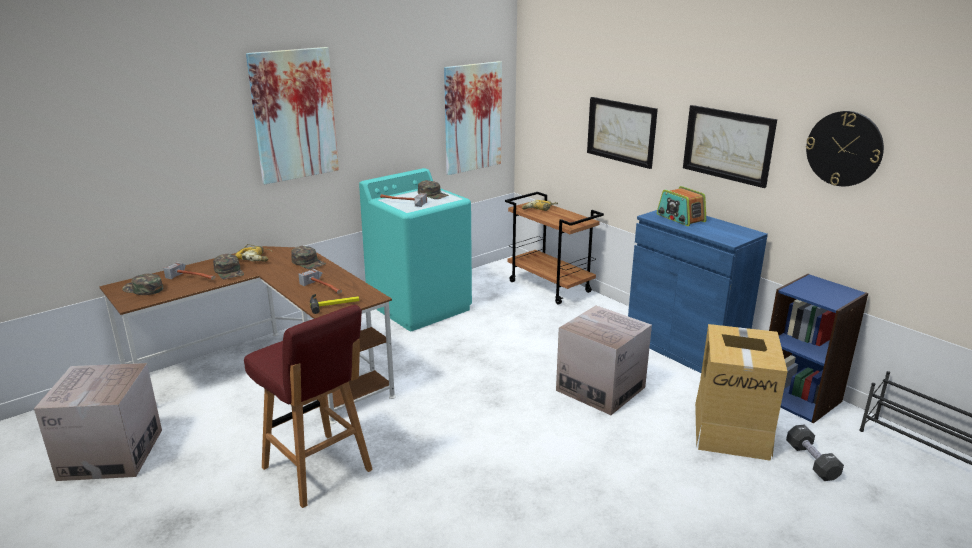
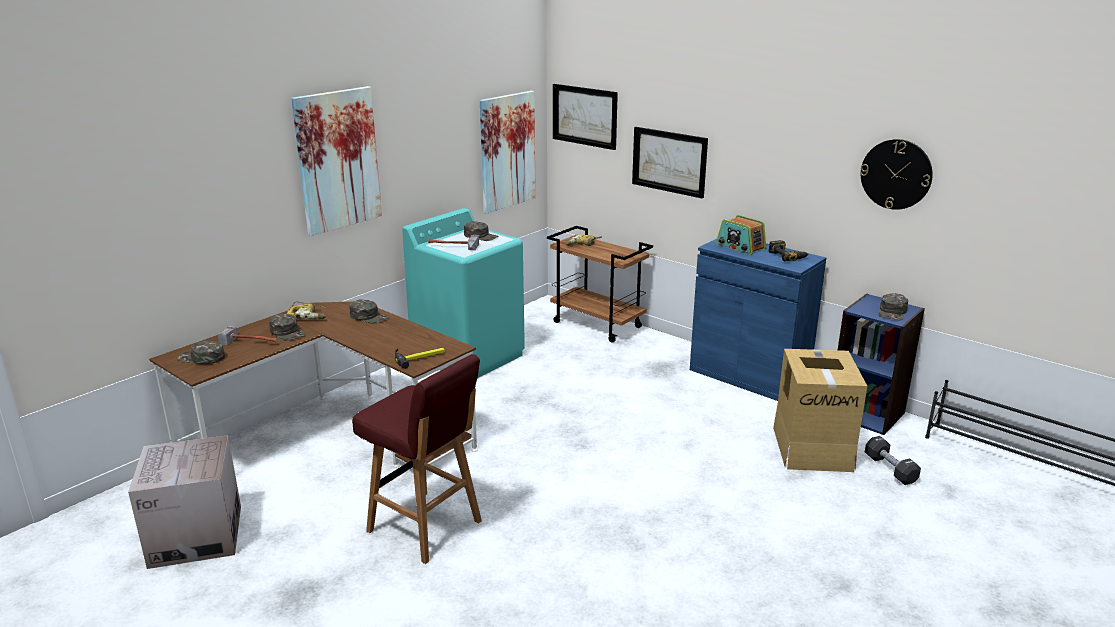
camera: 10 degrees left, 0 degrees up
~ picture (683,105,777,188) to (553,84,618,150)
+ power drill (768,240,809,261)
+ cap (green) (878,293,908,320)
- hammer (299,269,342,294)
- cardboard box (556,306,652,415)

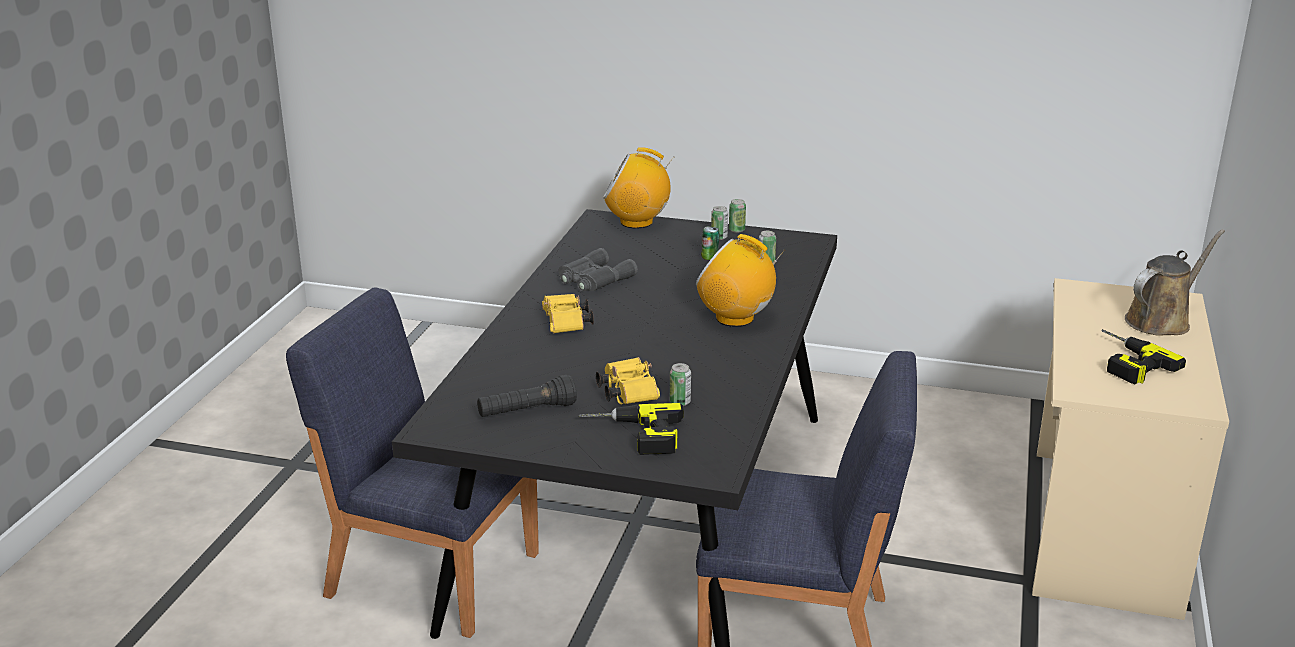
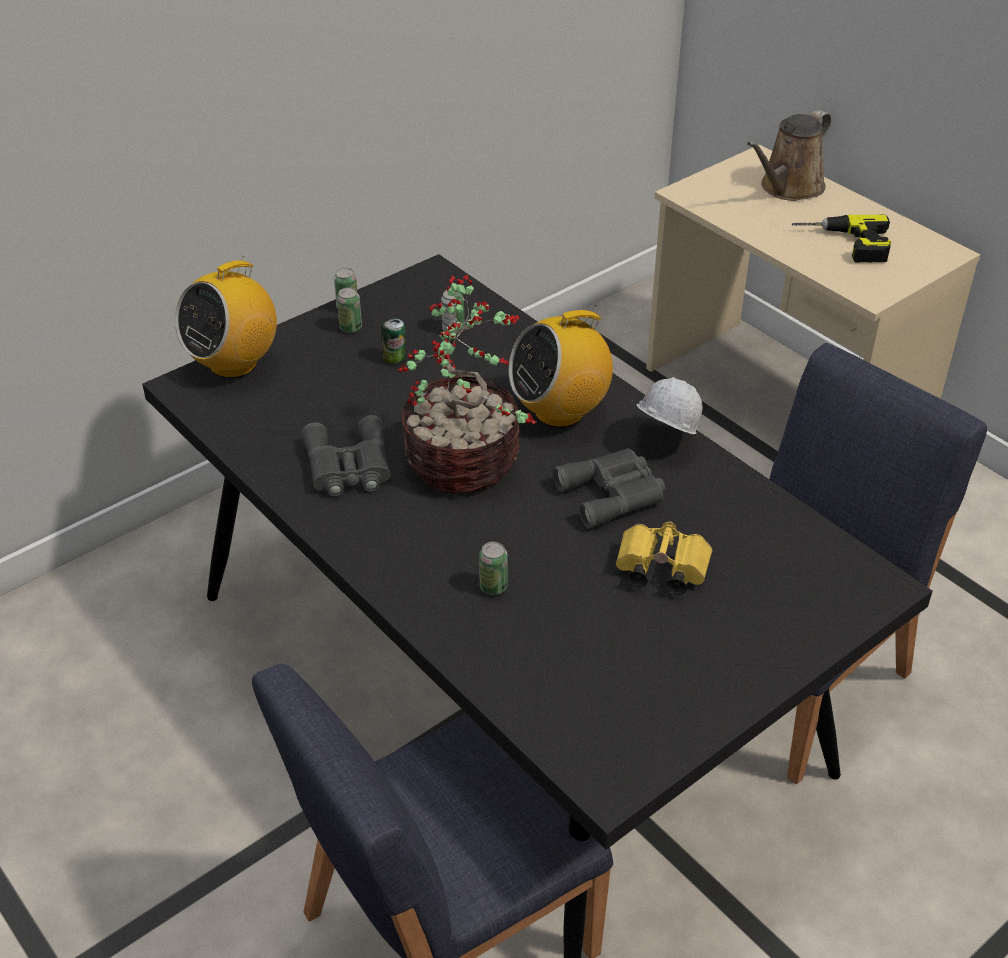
camera: 55 degrees left, 15 degrees up
+ potted plant (398,275,536,494)
~ can (670,363,691,406) to (479,542,508,595)
+ binoculars (grey) (552,448,665,529)
+ hard hat (white) (637,377,702,434)
~ watering can (brown) (1125,229,1225,336) = (747,110,831,201) 135 degrees counterclockwise
- flashlight (black) (477,375,577,417)
- binoculars (yellow) (542,294,594,334)
- power drill (578,403,684,455)

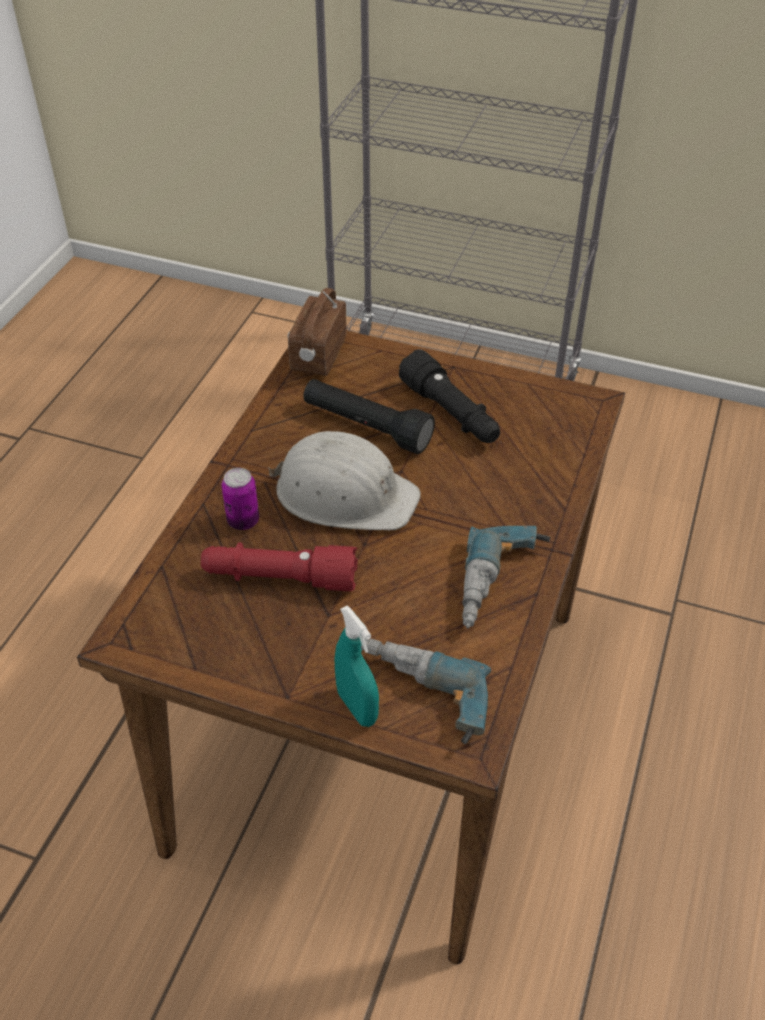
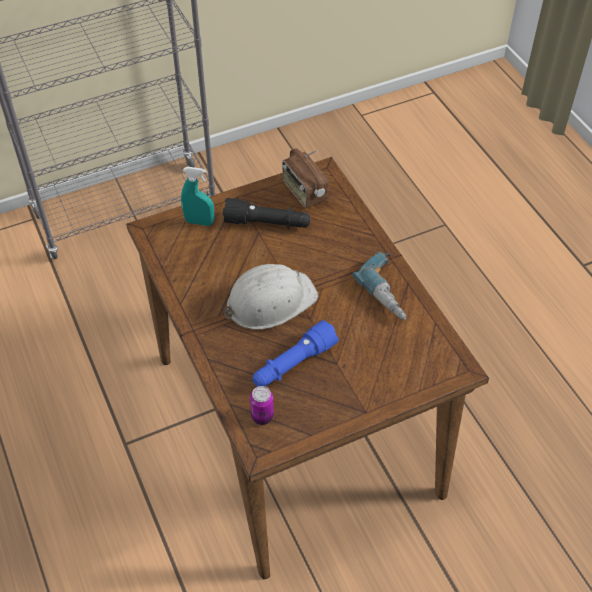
camera: 45 degrees left, 5 degrees up
~ spray bottle (turquoise) (335,605,379,727) to (181,167,214,226)
~ can (221,468,259,530) to (250,386,274,425)
~ flashlight (red) (201,542,358,591) to flashlight (blue) (252,320,339,387)
~ radio (288,288,347,376) to (282,148,328,208)
- flashlight (black) (303,379,435,454)
- power drill (361,638,491,744)

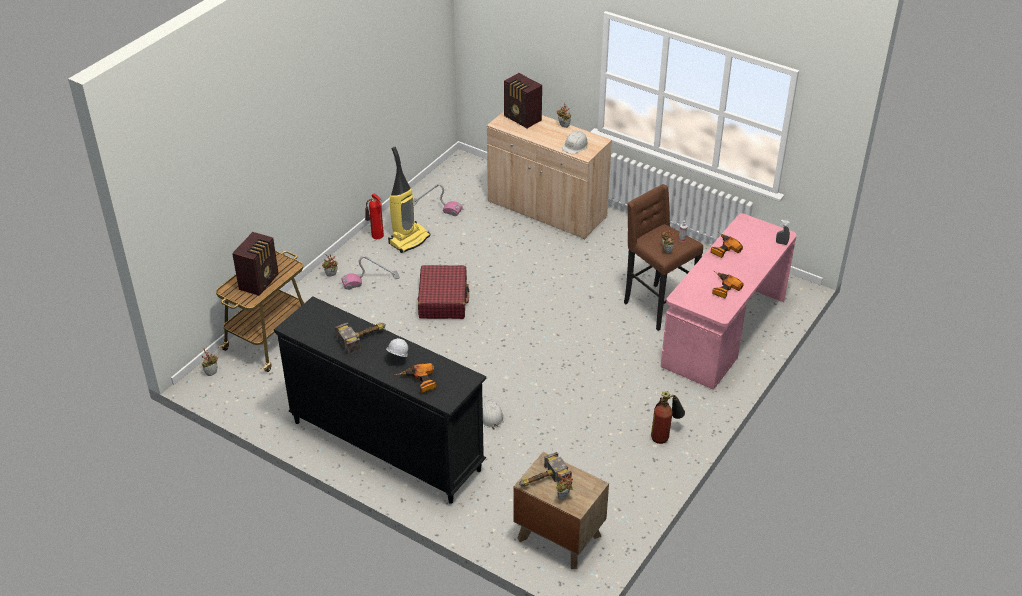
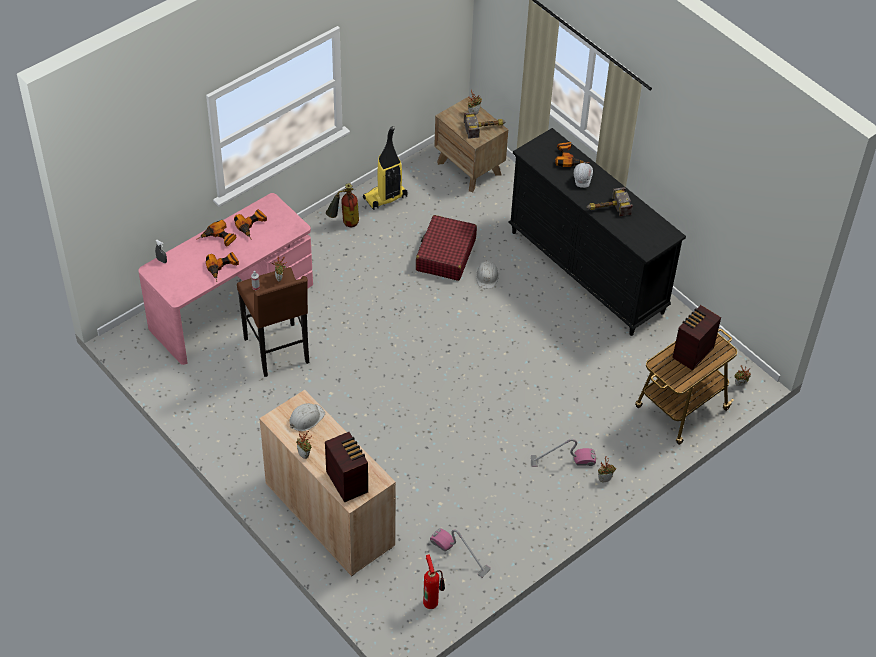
camera: 165 degrees left, 10 degrees up
+ power drill (196,220,236,247)
~ vacuum cleaner (388,147,430,253) to (363,126,407,210)
~ suitcase (red) (418,265,469,319) to (416,215,477,281)
~ fire extinguisher (365,194,384,239) to (423,554,445,609)

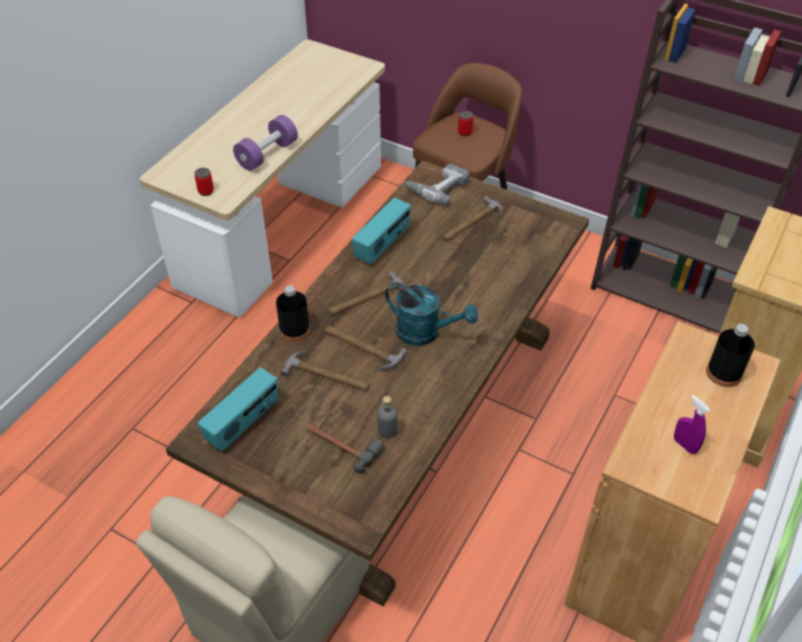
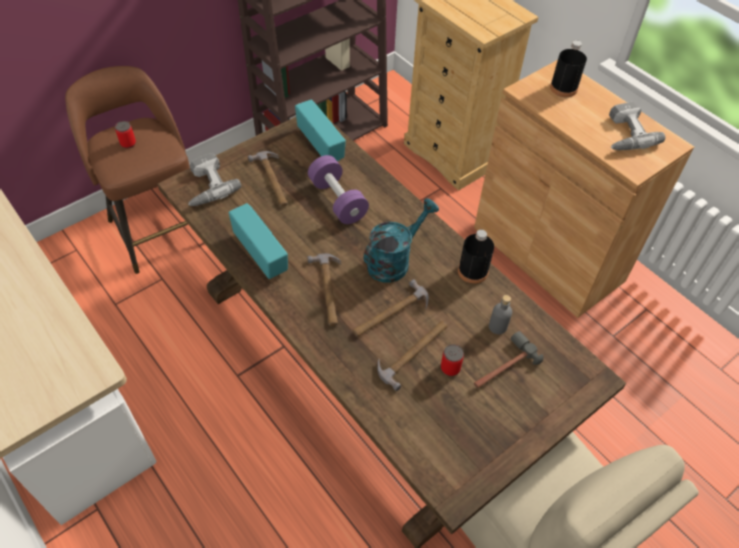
camera: 70 degrees left, 5 degrees up
~ radio (197,368,278,451) to (295,99,346,161)
~ dumbbell (purple) (233,115,298,171) to (308,155,369,224)
~ can (195,168,214,196) to (441,344,464,376)
~ bottle (black) (276,285,310,342) to (458,229,494,284)
~ spray bottle (purple) (674,395,710,454) to power drill (609,102,665,150)

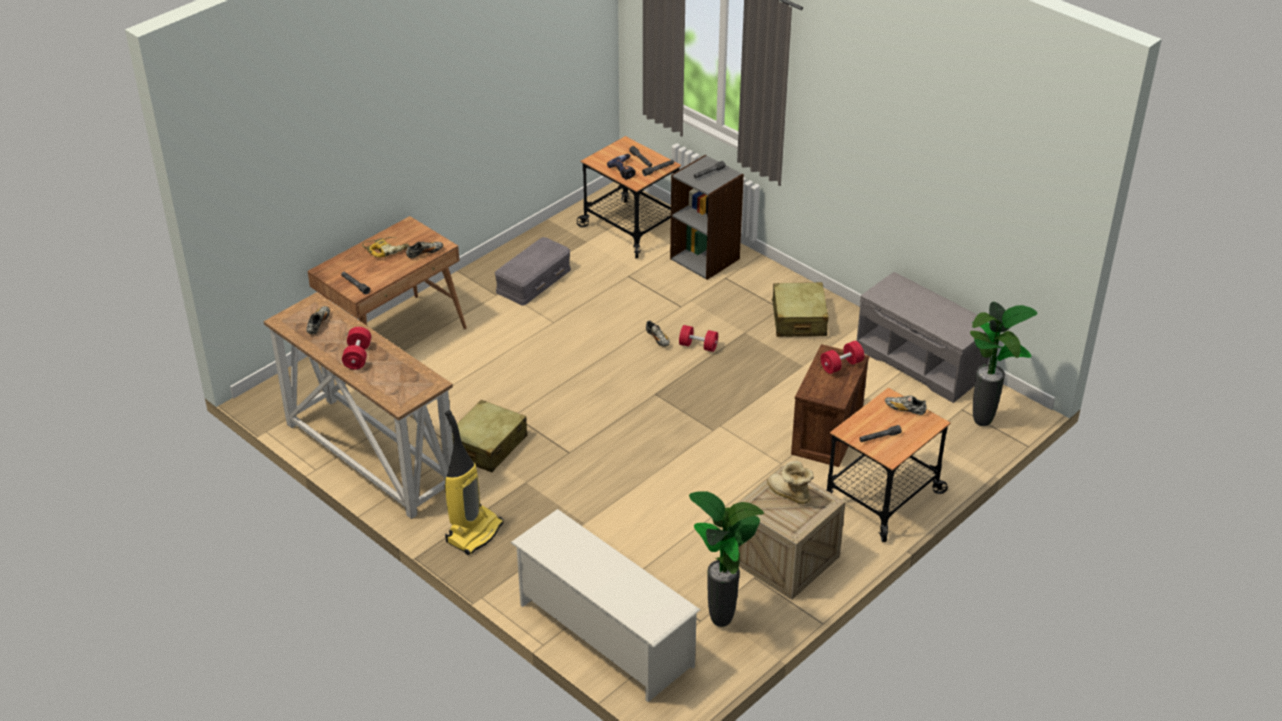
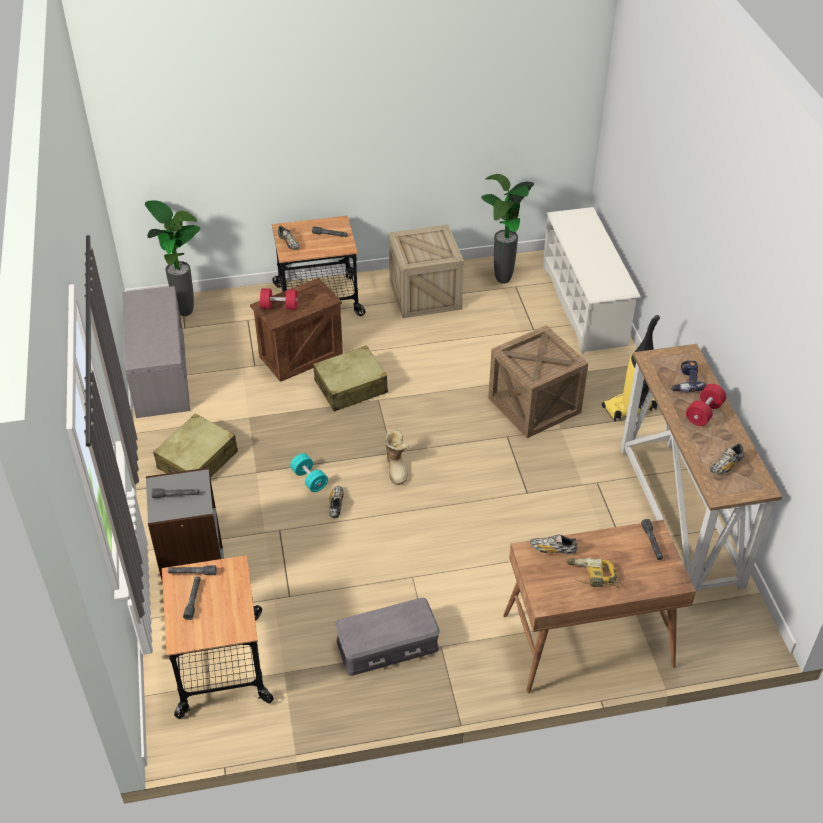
camera: 145 degrees left, 5 degrees up
~ dumbbell (red) (679,325,718,352) to dumbbell (turquoise) (290,453,328,492)
~ suitcase (beige) (452,400,527,472) to (313,345,388,412)
~ boot (767,461,814,504) to (385,429,409,485)
+ crate (488,325,588,438)
~ power drill (607,154,636,180) to (671,361,706,392)

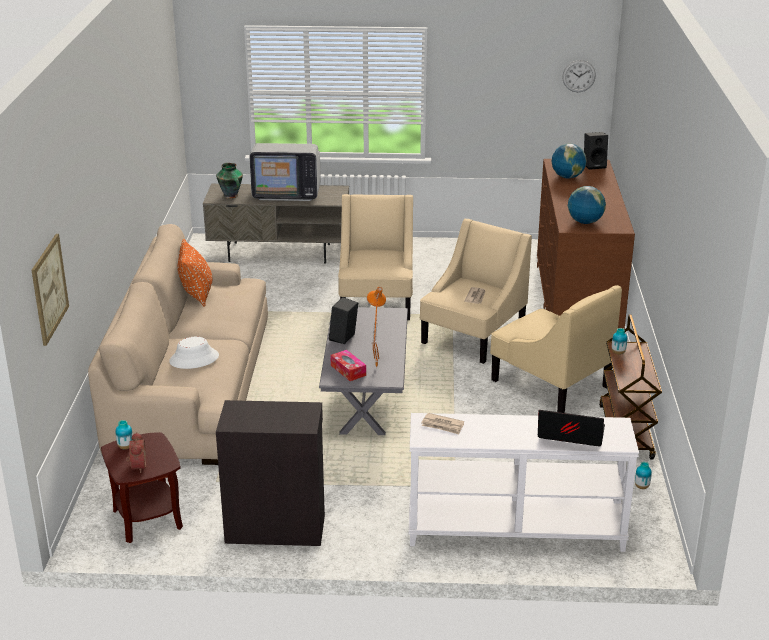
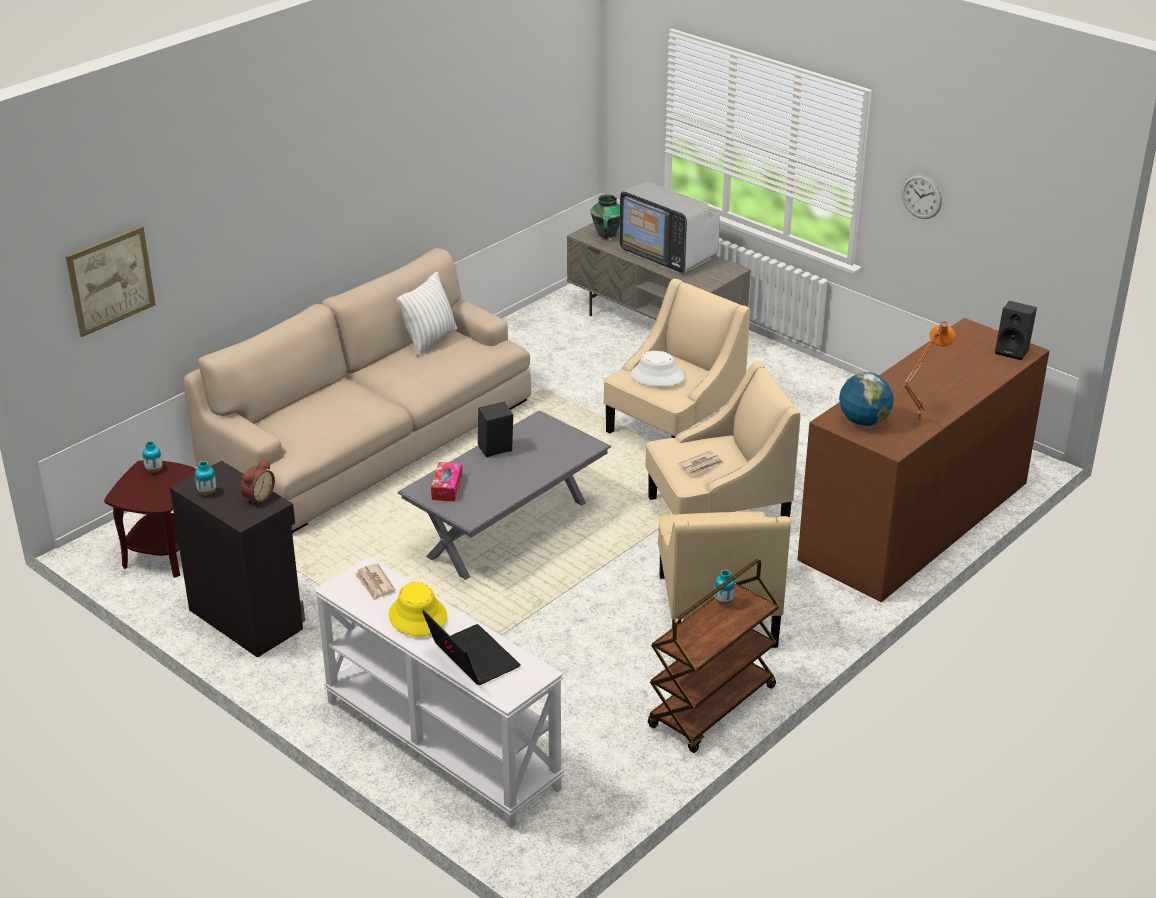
camera: 40 degrees right, 5 degrees up
~ vase (635,462,652,489) to (195,461,216,496)
~ alarm clock (126,432,146,473) to (240,460,275,505)
+ hat (yellow) (389,582,447,636)
~ pillow (orange) (177,239,212,307) to pillow (white) (397,272,457,357)
~ hat (white) (169,337,219,369) to (630,351,685,387)
~ wall clock (562,60,596,92) to (901,174,942,219)
~ table lamp (orange) (367,287,386,369) to (903,321,955,422)
- globe (551,143,587,178)

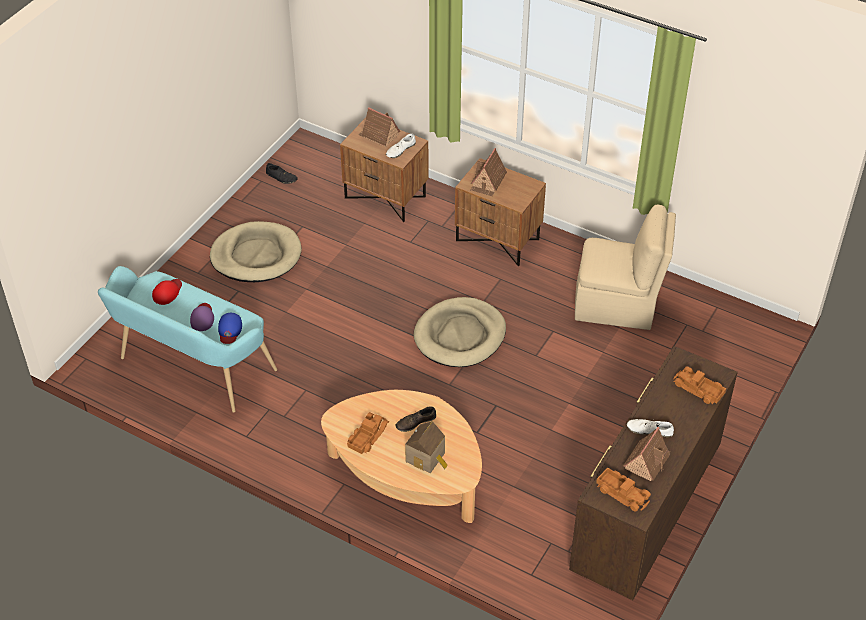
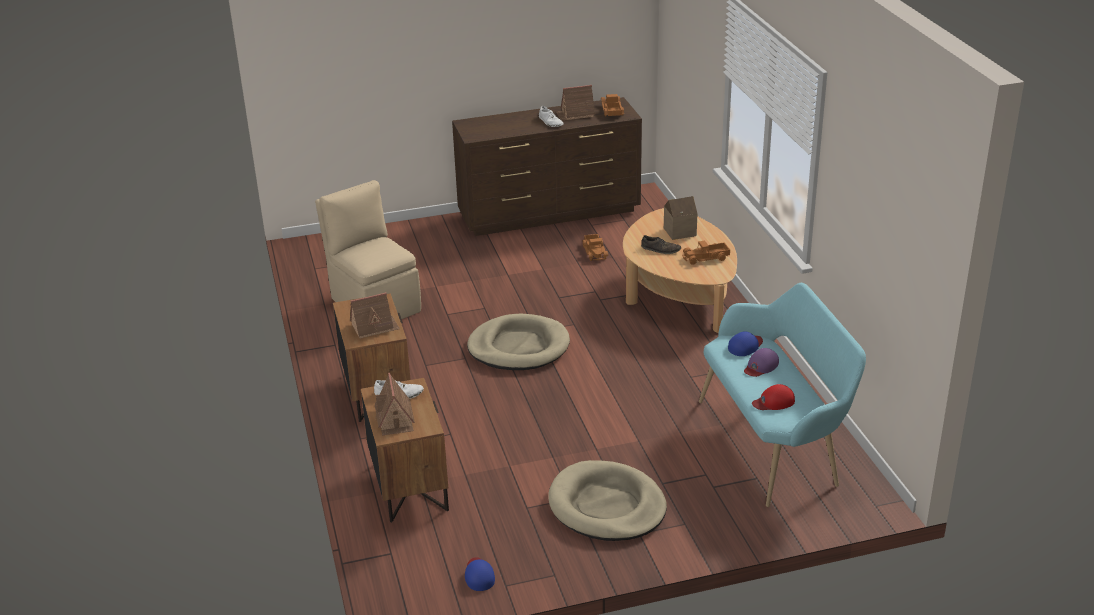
camera: 135 degrees left, 15 degrees down
~ shoe (black) (266,163,298,184) to cap (blue) (465,557,495,591)
~ toy truck (673,367,726,404) to (582,234,608,261)

